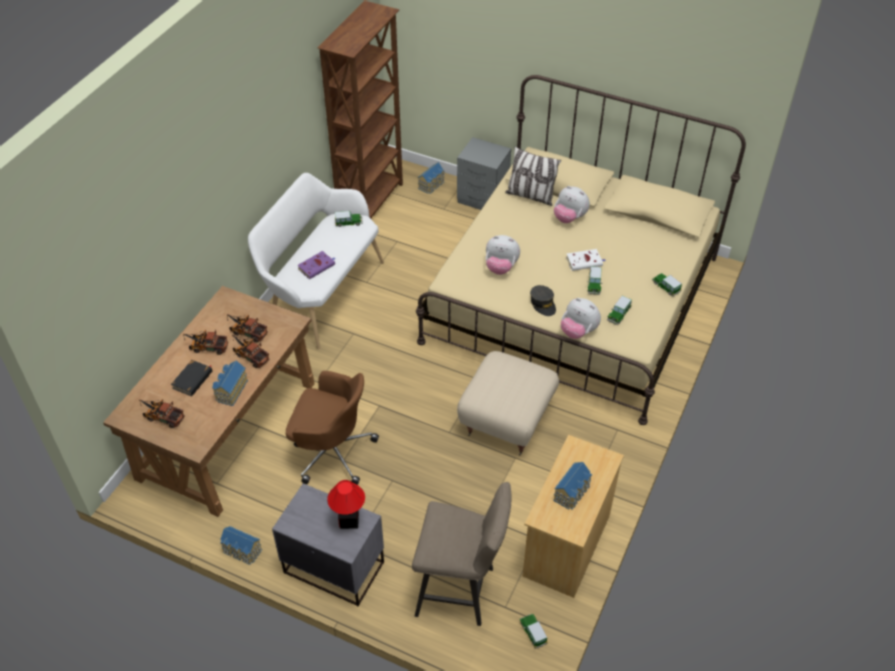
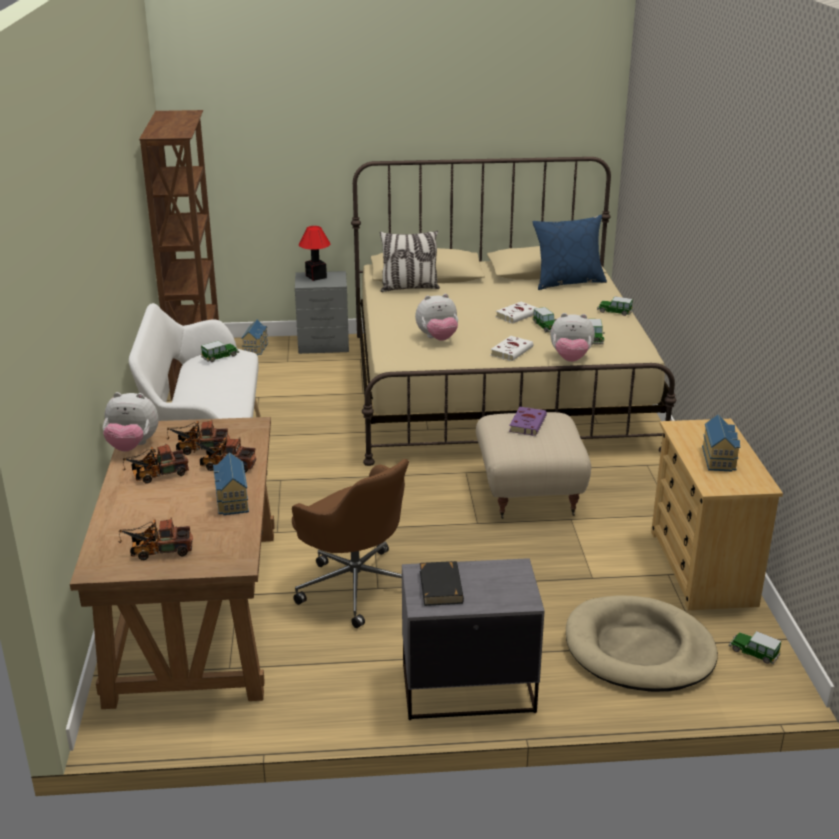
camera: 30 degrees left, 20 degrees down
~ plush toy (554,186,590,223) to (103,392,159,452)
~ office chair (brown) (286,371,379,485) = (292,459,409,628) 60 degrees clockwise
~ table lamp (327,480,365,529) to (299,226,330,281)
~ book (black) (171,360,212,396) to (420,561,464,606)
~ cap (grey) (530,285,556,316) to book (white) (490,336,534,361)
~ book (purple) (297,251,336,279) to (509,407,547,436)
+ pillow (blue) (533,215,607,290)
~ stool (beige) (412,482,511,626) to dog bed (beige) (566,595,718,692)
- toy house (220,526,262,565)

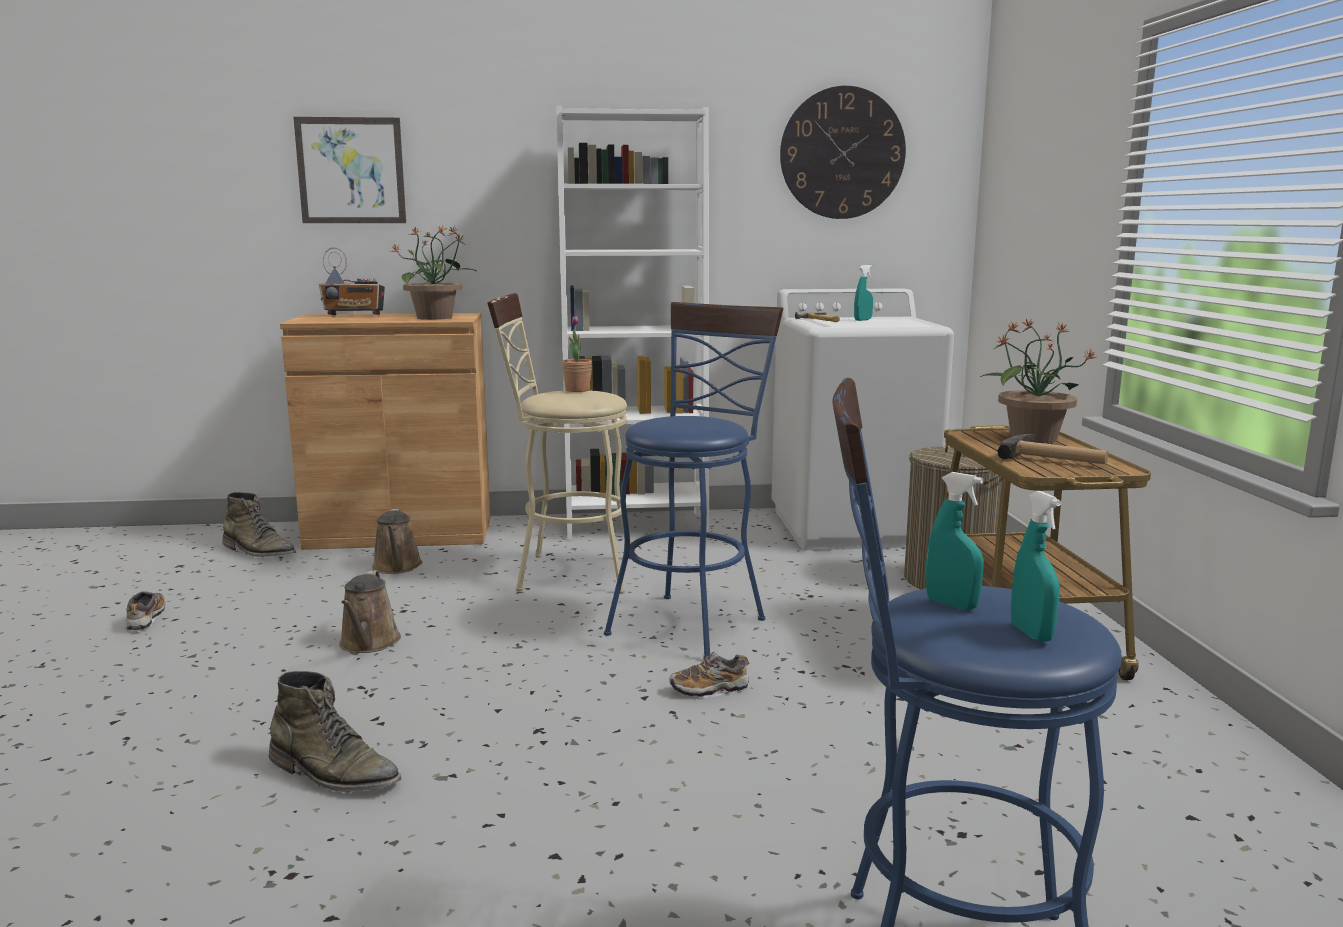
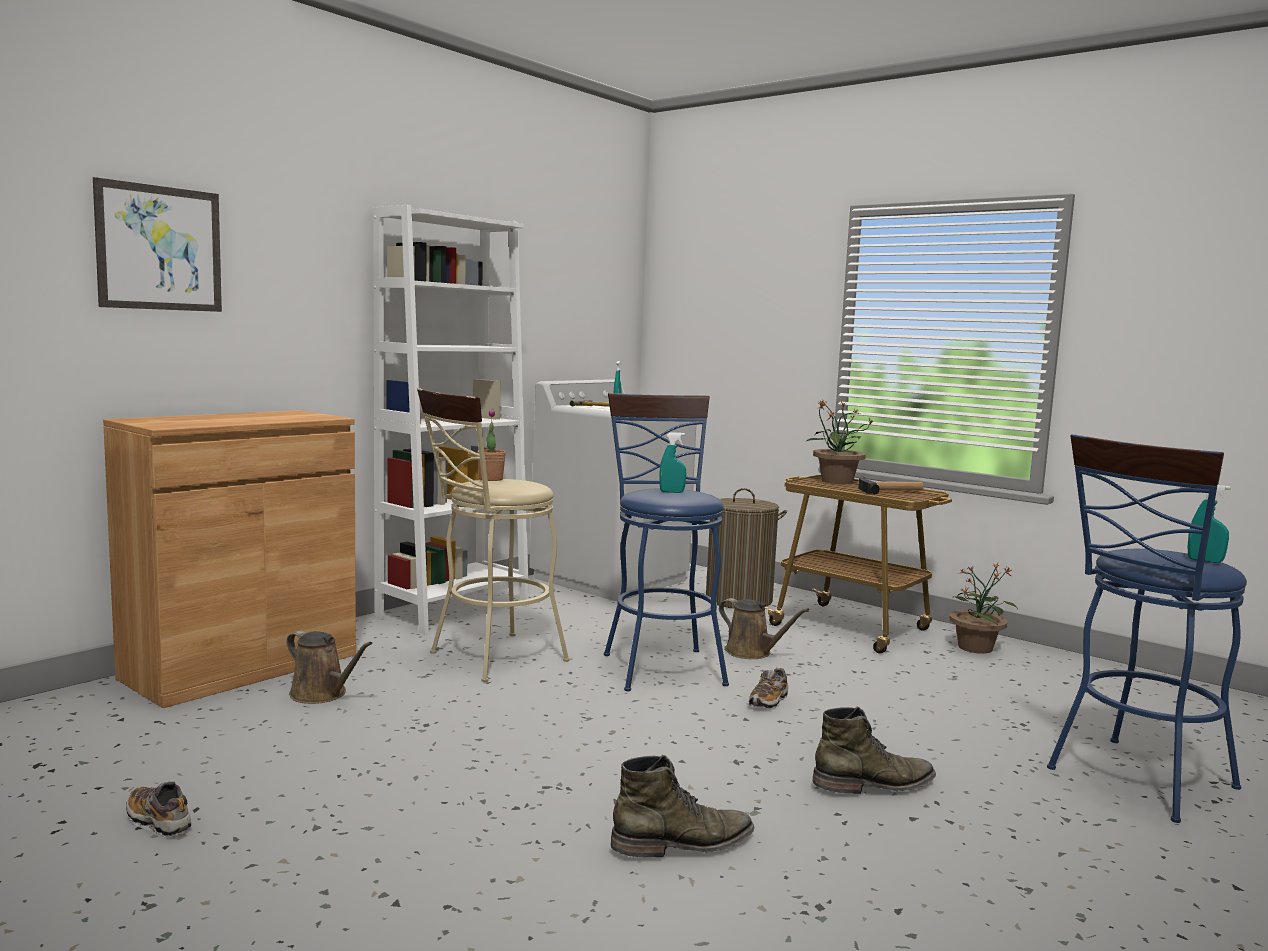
camera: 45 degrees left, 5 degrees down
~ spray bottle (turquoise) (926,472,984,610) to (659,432,686,493)
~ watering can (brown) (339,570,401,653) to (719,598,809,659)
~ boot (green) (222,492,296,557) to (813,707,936,794)
~ potted plant (390,226,478,320) to (949,563,1018,654)
- radio (319,247,385,315)
- wall clock (780,86,906,219)

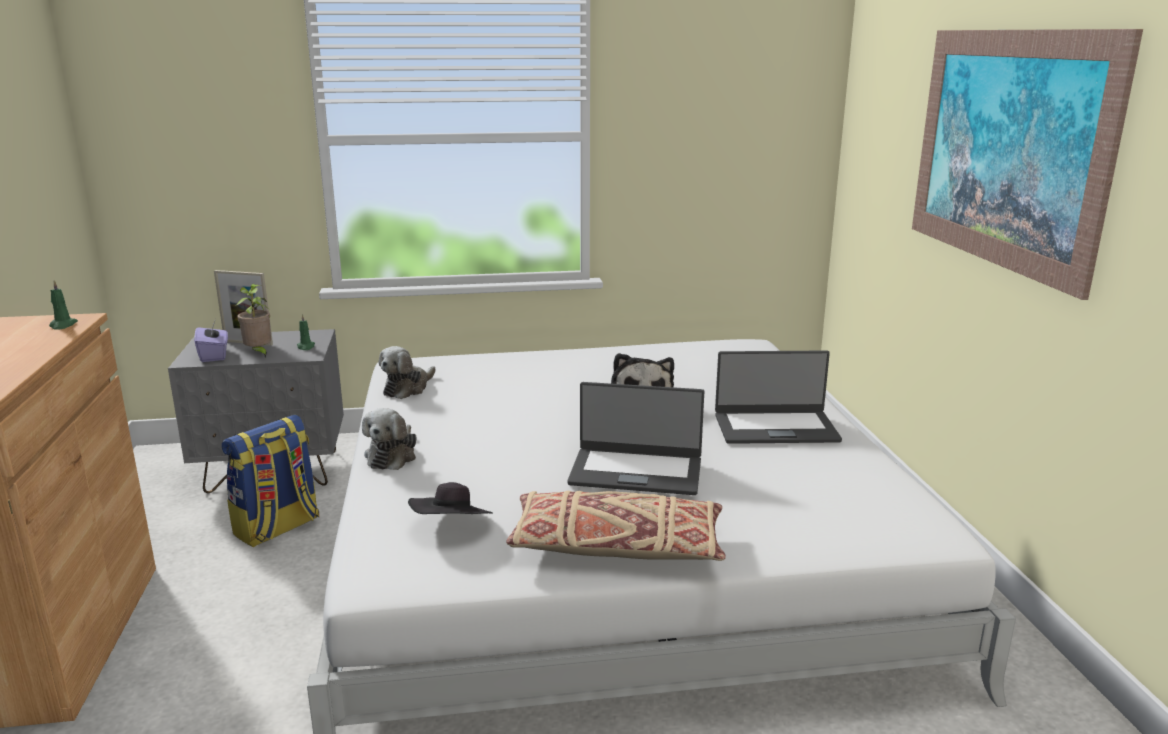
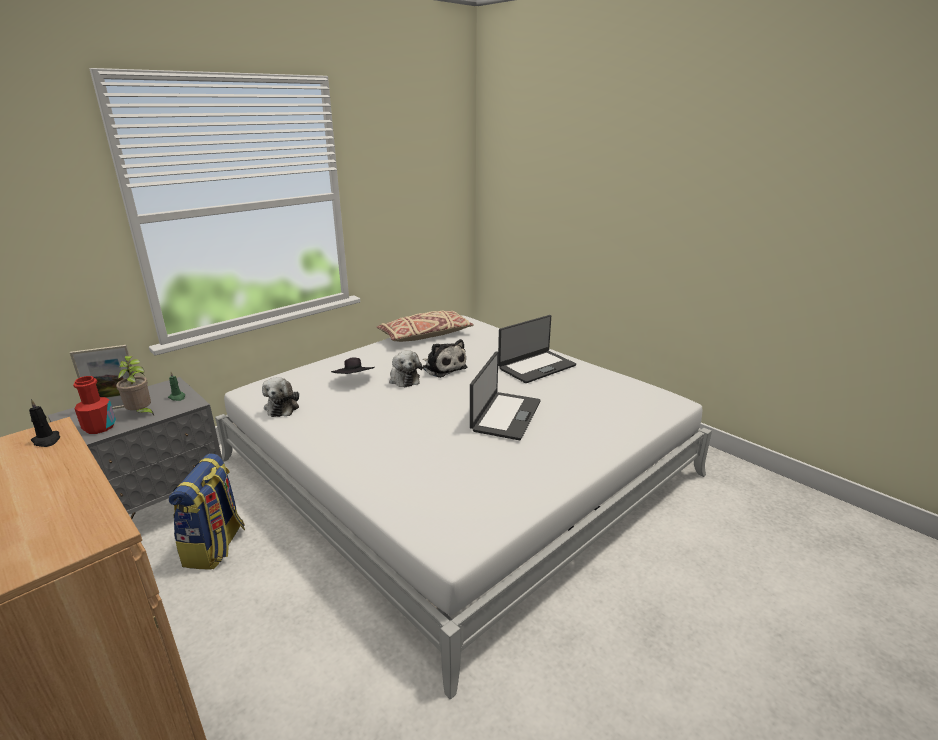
camera: 35 degrees left, 5 degrees up
~ candle (green) (49,280,78,330) to candle (black) (29,399,60,447)
~ tissue box (purple) (194,321,228,362) to bottle (red) (73,376,116,434)
~ hat (black) (408,482,493,514) to (331,357,375,374)
~ pillow (beige) (506,491,726,561) to (377,311,474,342)
~ plush toy (362,408,417,470) to (389,350,422,388)
~ laptop (567,382,704,495) = (470,351,541,440) 45 degrees counterclockwise
- picture (912,29,1143,300)

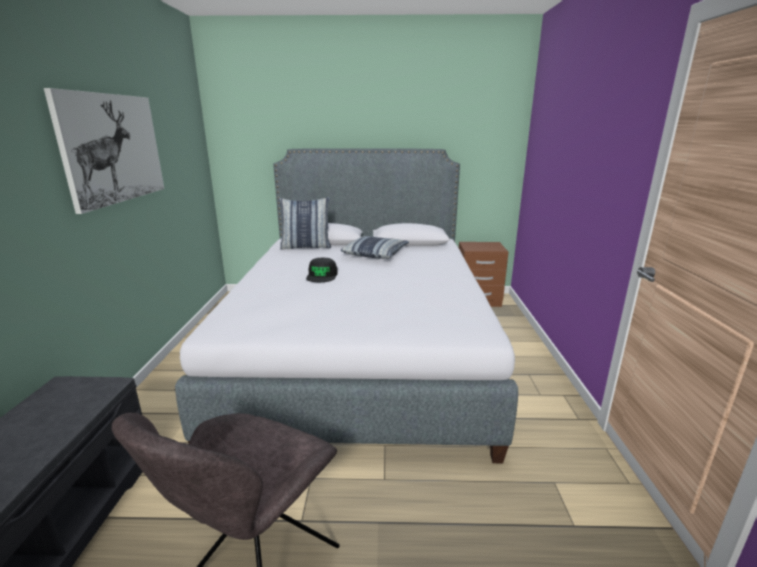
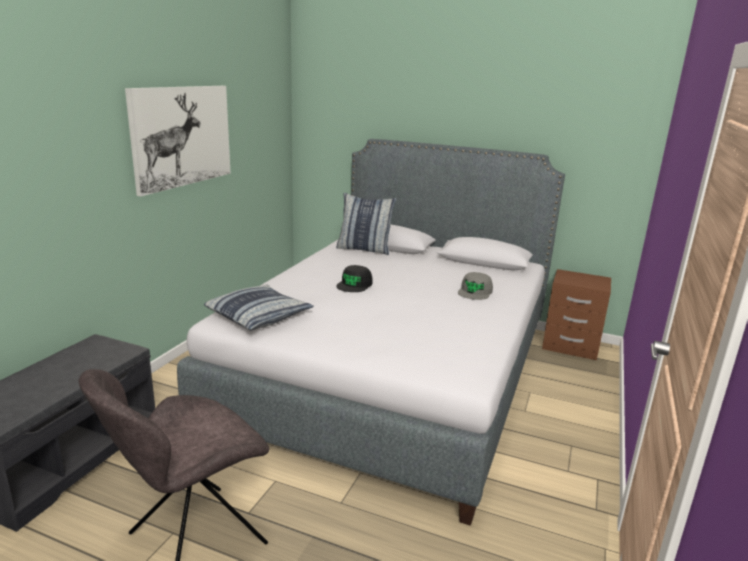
camera: 20 degrees right, 0 degrees up
~ pillow (341,236,409,259) to (204,285,314,331)
+ cap (grey) (458,272,493,300)

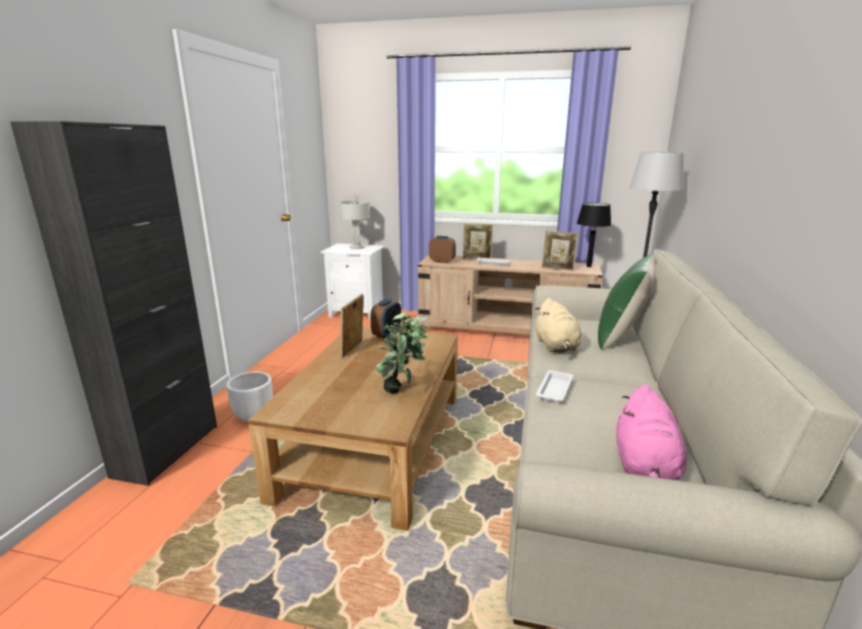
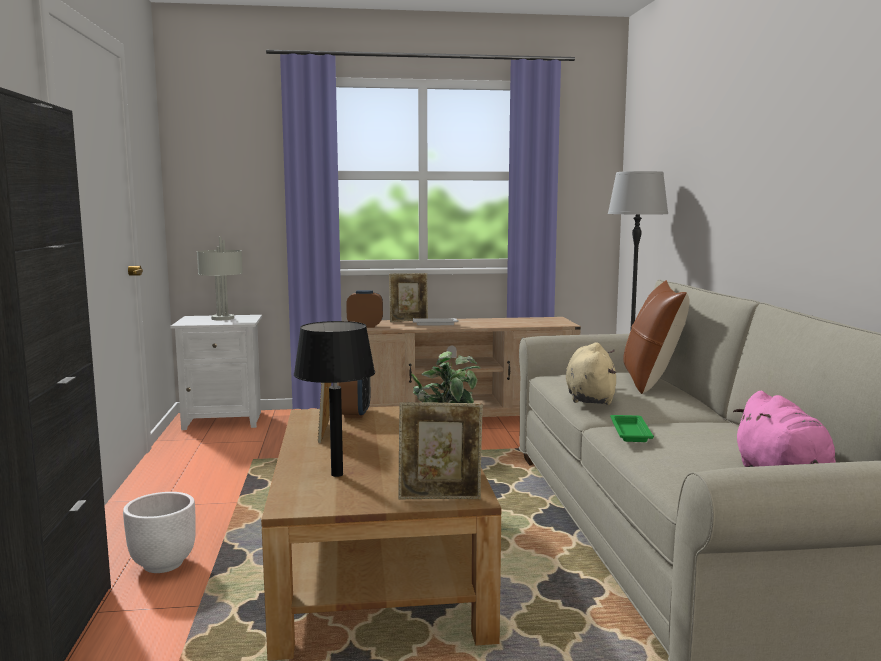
camera: 20 degrees left, 10 degrees down
~ table lamp (black) (577,203,611,267) to (294,321,375,477)
~ picture frame (542,231,579,271) to (398,402,483,499)
~ plush toy (beige) (535,298,581,353) = (566,342,616,405) 150 degrees counterclockwise
~ tray (white) (536,370,573,402) to tray (green) (610,415,654,442)
~ pillow (green) (598,253,656,349) to pillow (brown) (623,280,689,394)

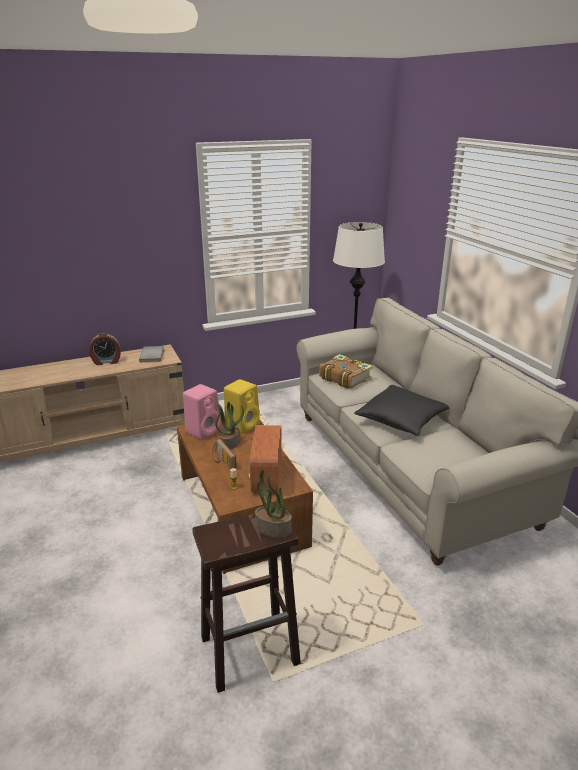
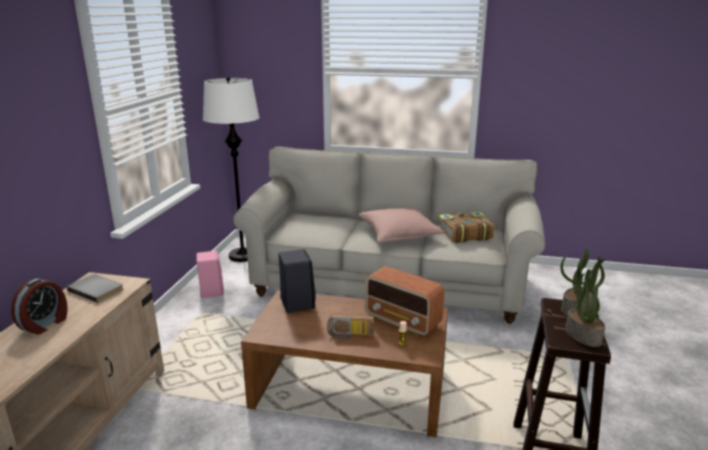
camera: 55 degrees left, 5 degrees down
~ speaker (pink) (183,384,221,440) to (196,251,224,298)
~ speaker (yellow) (224,379,260,434) to speaker (black) (278,249,316,313)
~ pillow (black) (354,385,449,436) to pillow (pink) (358,208,444,243)
~ book (319,354,373,389) to (438,212,494,243)
~ potted plant (215,402,244,449) to (565,269,605,347)

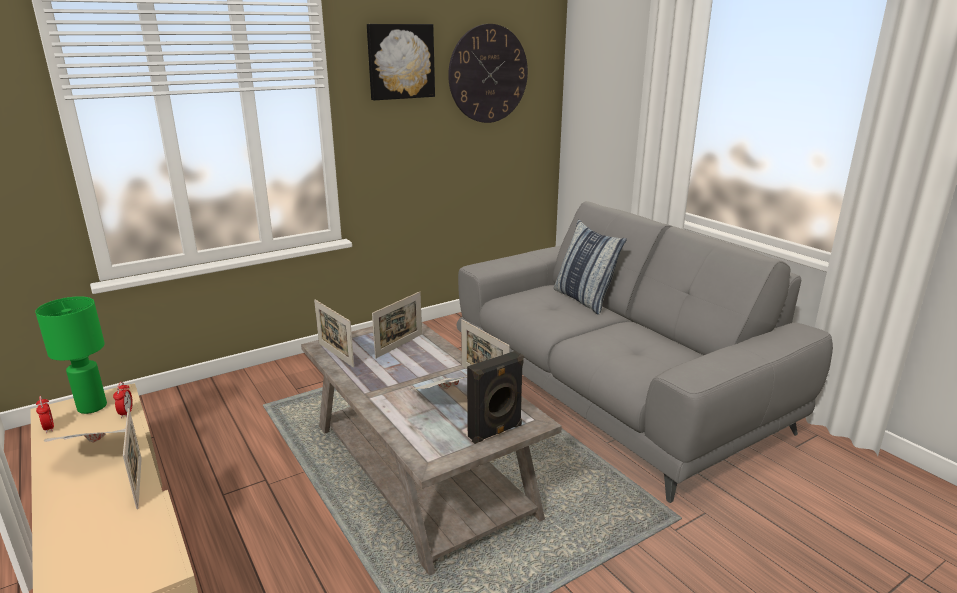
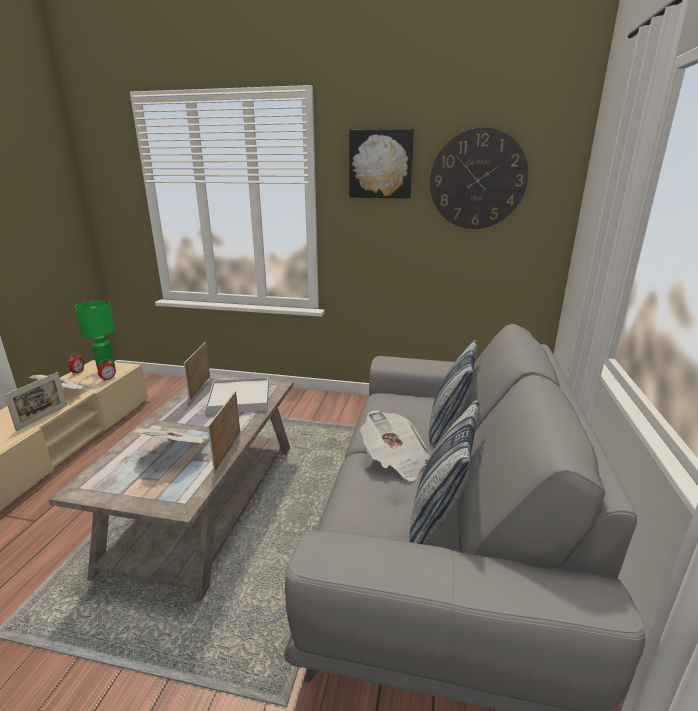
camera: 45 degrees right, 0 degrees up
~ picture frame (372,292,422,359) to tray (white) (206,377,269,415)
+ newspaper (360,410,430,481)
+ pillow (409,400,479,544)
- speaker (black) (467,351,524,444)

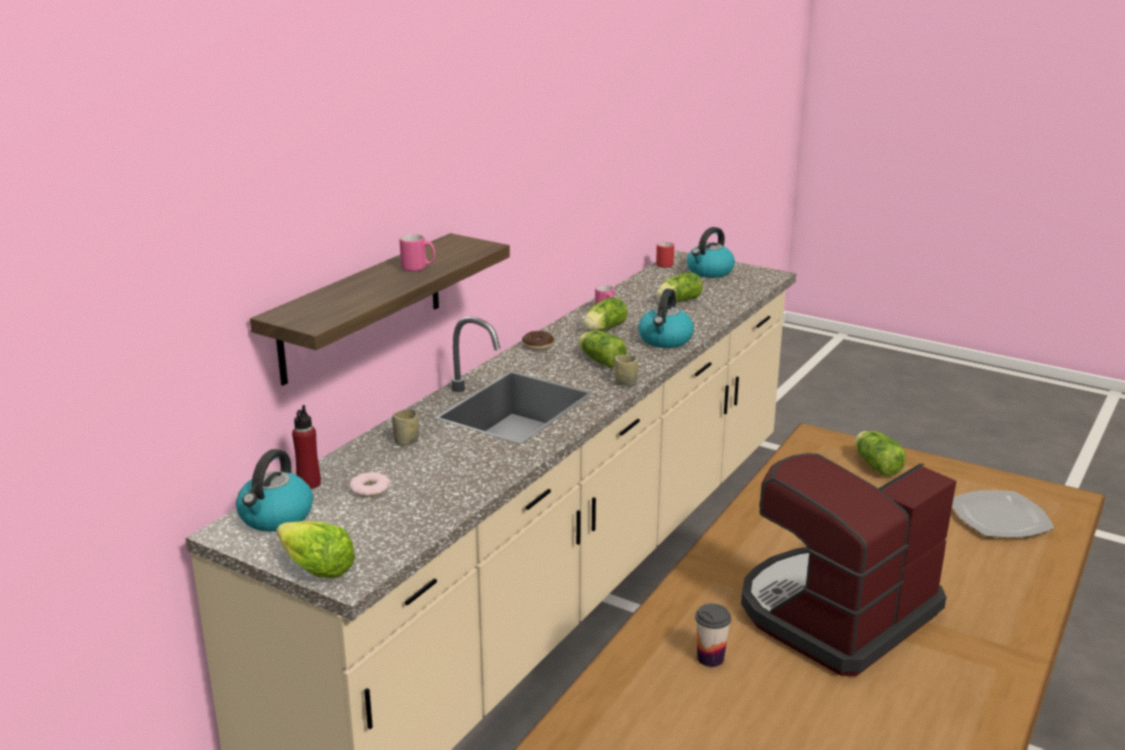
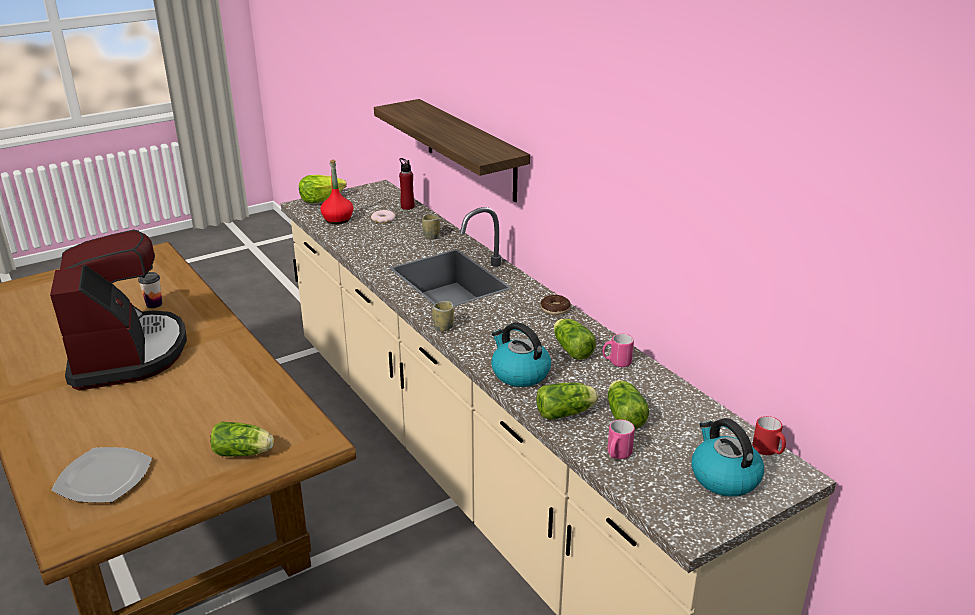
camera: 115 degrees right, 5 degrees up
+ bottle (red) (320,160,353,224)
~ lettuce (579,331,627,368) to (536,383,599,420)
~ mug (pink) (399,234,435,272) to (607,420,635,459)
- kettle (236,449,313,532)

